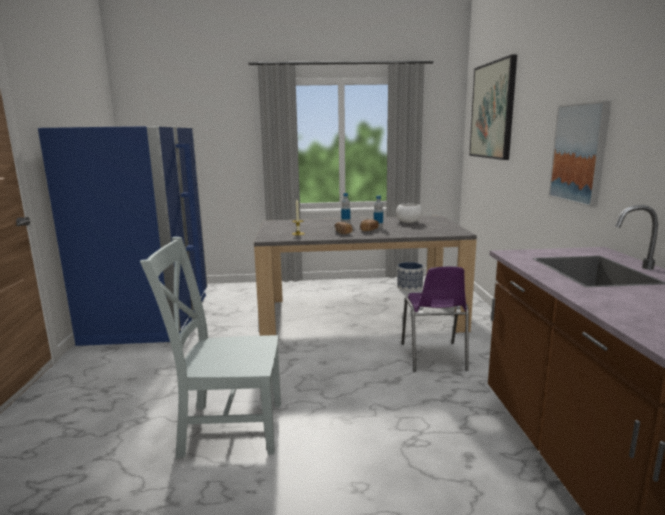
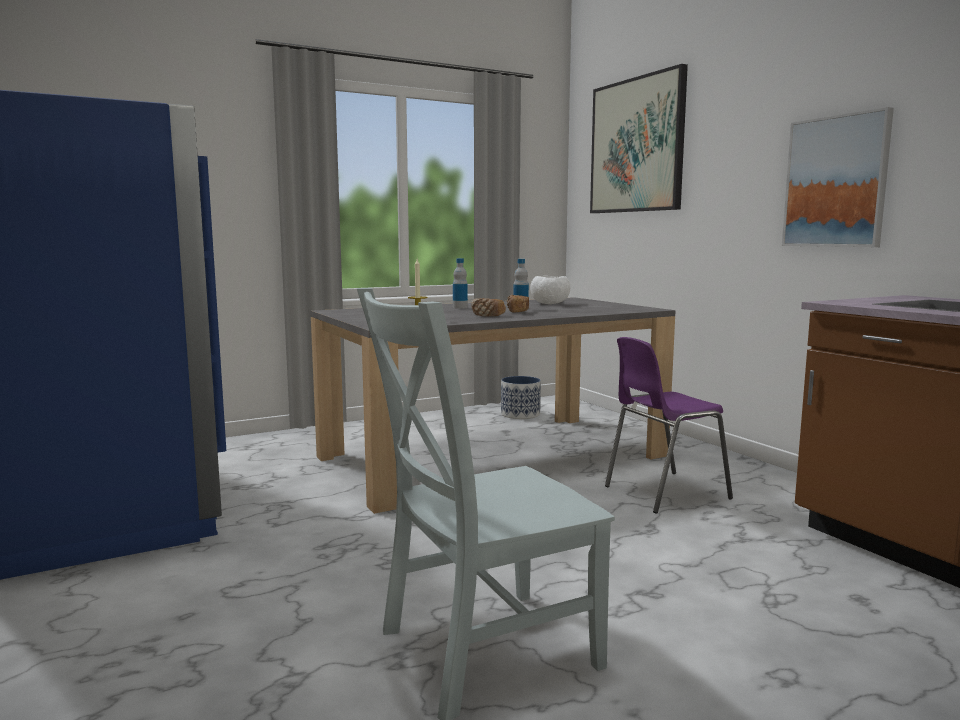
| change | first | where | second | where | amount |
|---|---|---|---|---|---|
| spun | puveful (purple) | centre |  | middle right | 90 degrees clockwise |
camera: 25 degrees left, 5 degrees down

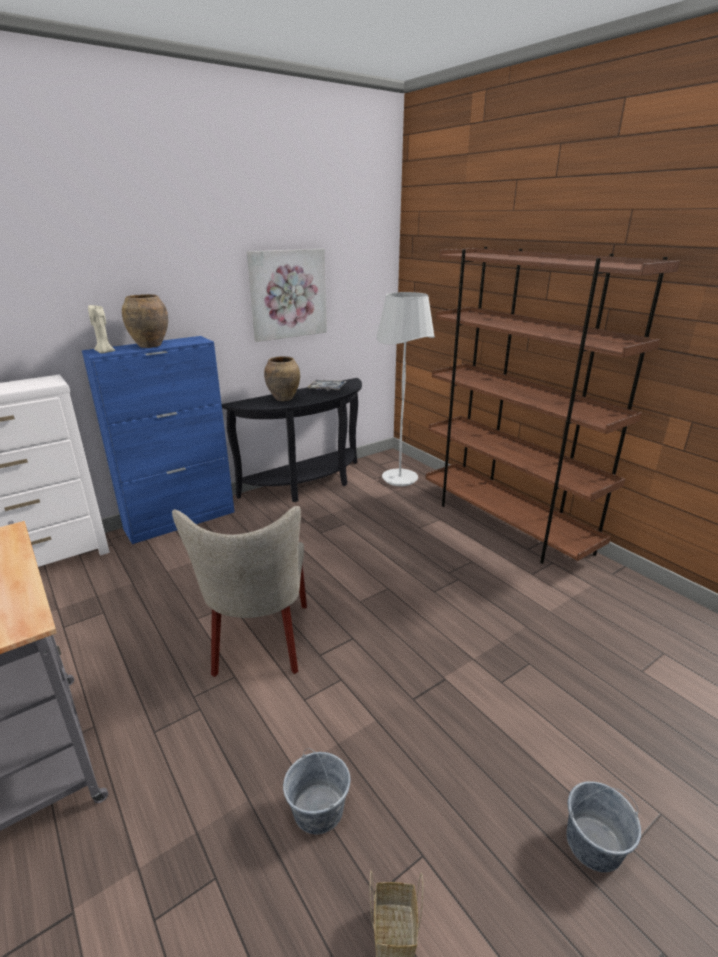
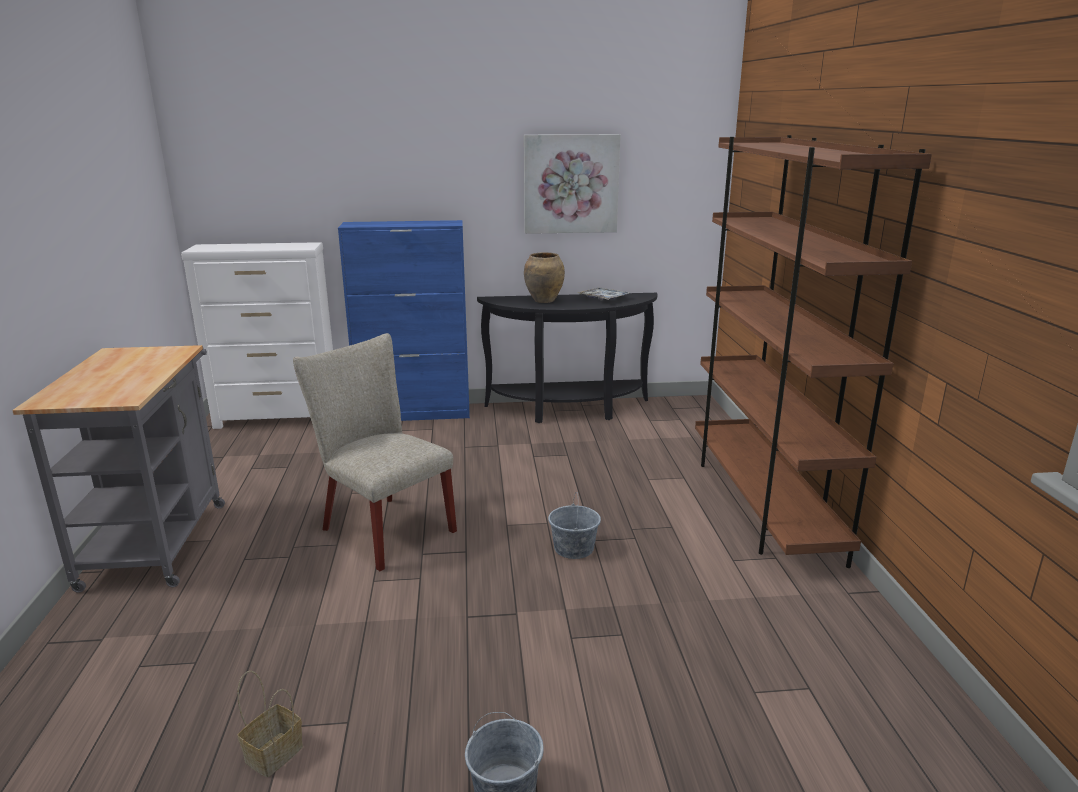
| change | first | where | second | where | amount |
|---|---|---|---|---|---|
| spun | puveful (beige) | middle left |  | centre | 105 degrees clockwise |
| relocated | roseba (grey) (no. 1 from left in the first image) | bottom centre | roseba (grey) (no. 2 from left) | centre |  |
| missing | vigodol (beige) | middle left |  |  |  |
| missing | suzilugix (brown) (no. 1 from left) | middle left |  |  |  |
| missing | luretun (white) | centre |  |  |  |
camera: 30 degrees right, 5 degrees down

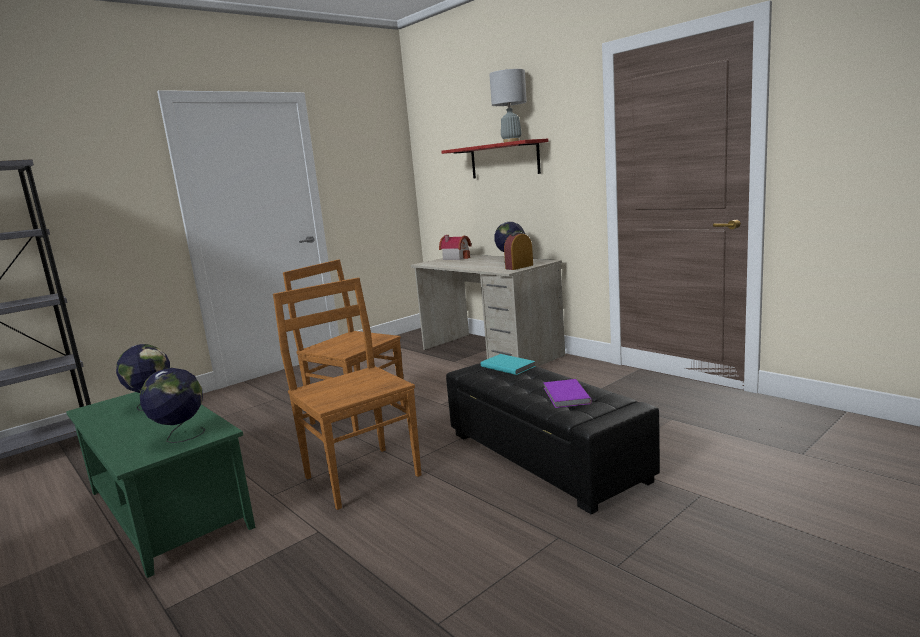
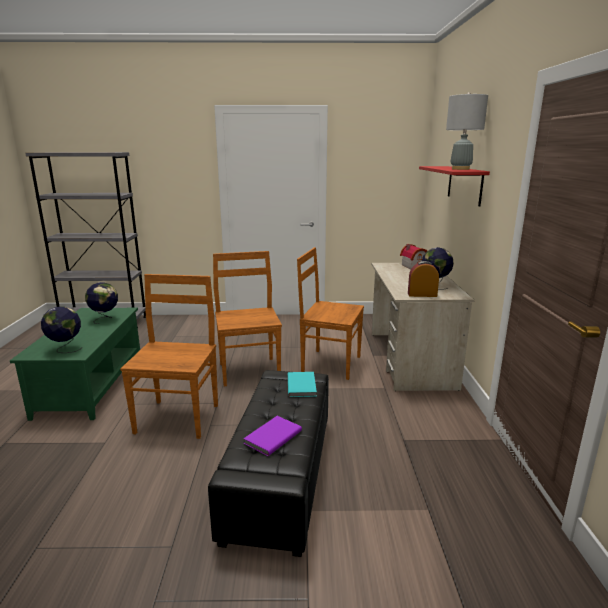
| change | first | where | second | where | amount |
|---|---|---|---|---|---|
| appeared |  |  | puveful (brown) (no. 3 from left) | centre |  |
camera: 40 degrees right, 5 degrees up

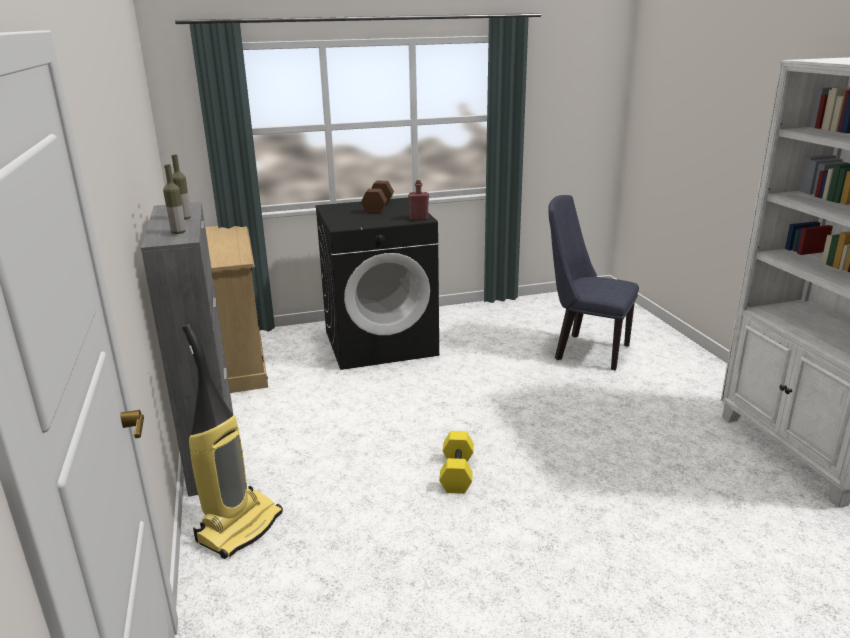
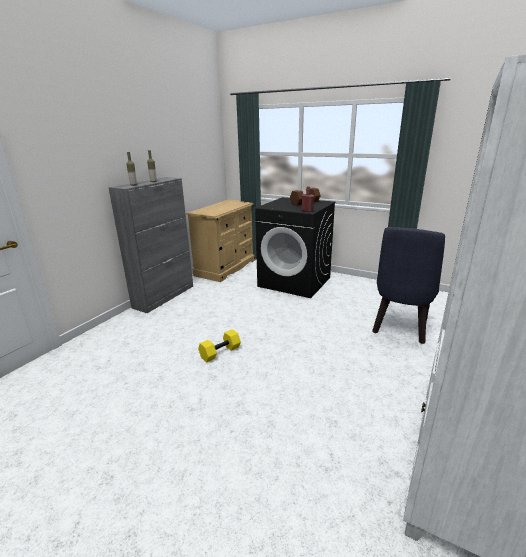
| change | first | where | second | where | amount |
|---|---|---|---|---|---|
| spun | puveful (blue) | middle right |  | middle right | 135 degrees counterclockwise |
| missing | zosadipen | bottom left |  |  |  |
camera: 45 degrees right, 0 degrees up

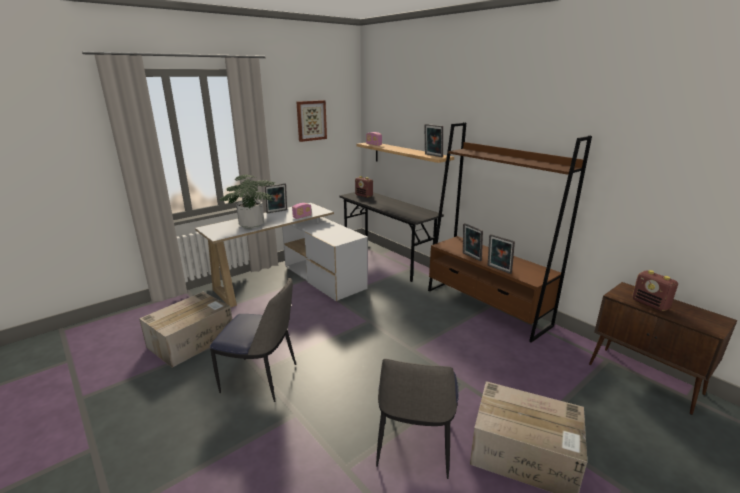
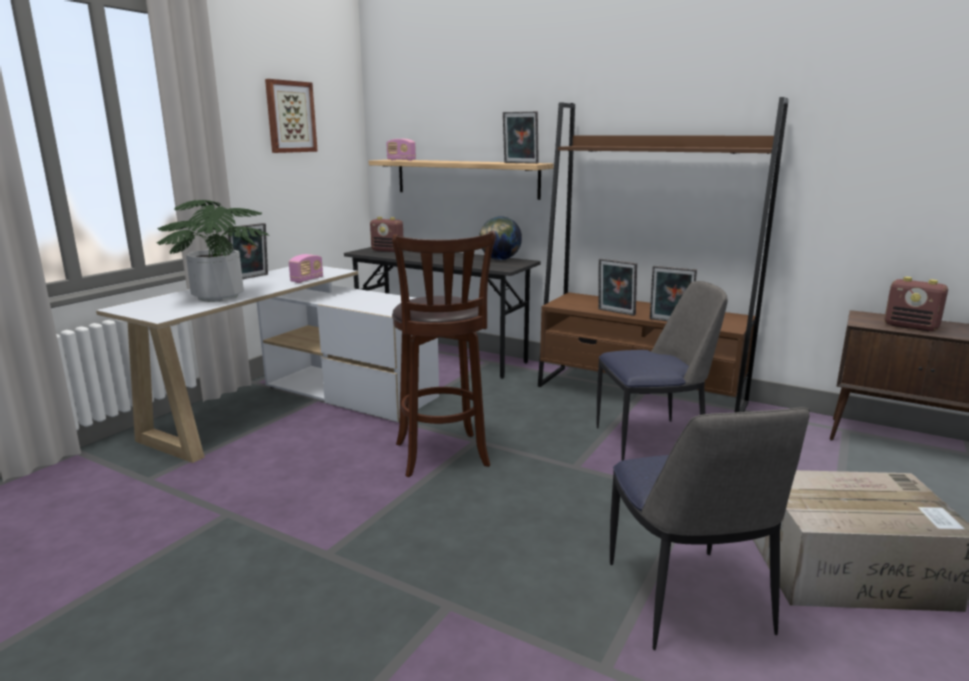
| change | first | where | second | where | amount |
|---|---|---|---|---|---|
| appeared |  |  | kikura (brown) | centre |  |
| appeared |  |  | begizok | centre |  |
| relocated | puveful (no. 1 from left) | bottom centre |  | middle right |  |
| missing | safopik (no. 1 from left) | bottom left |  |  |  |
camera: 20 degrees left, 5 degrees down

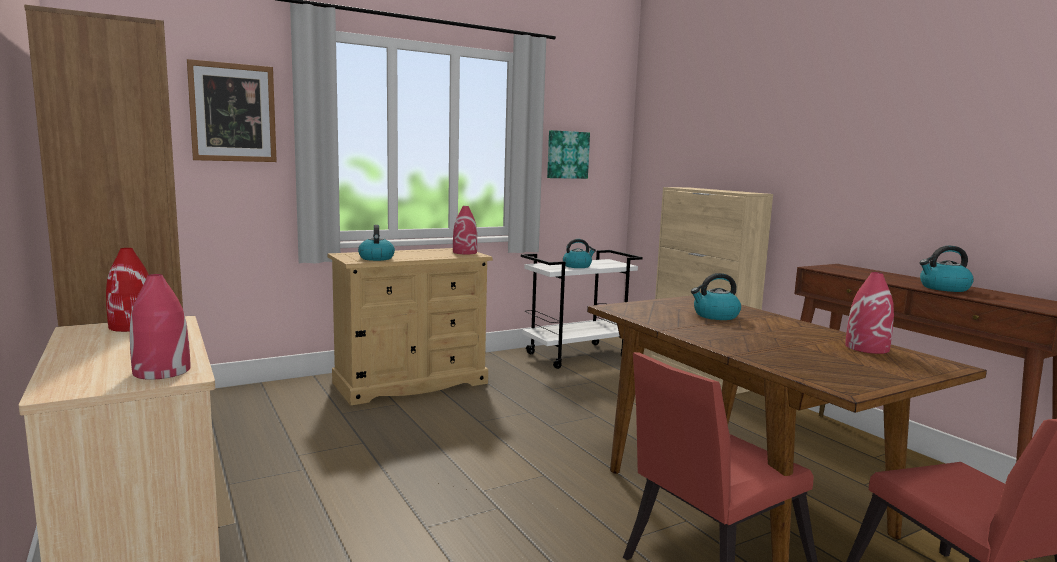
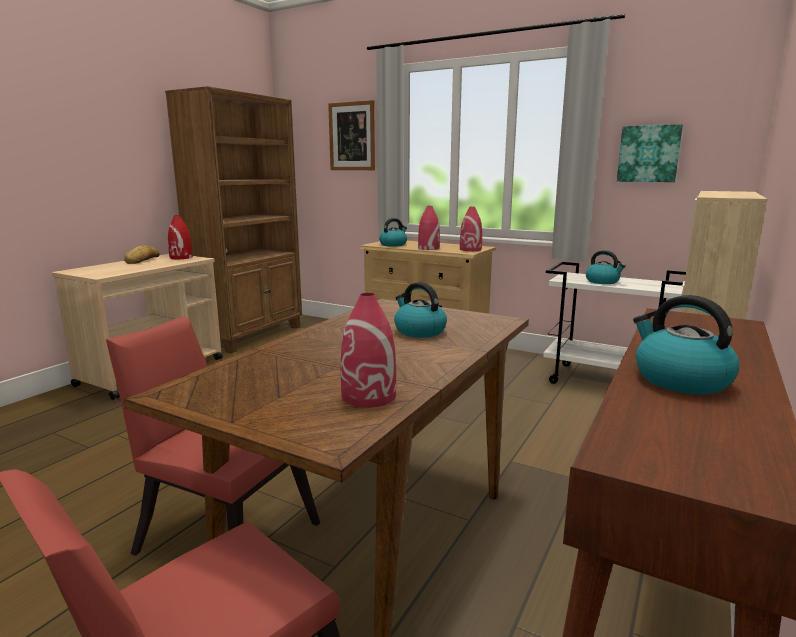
| change | first | where | second | where | amount |
|---|---|---|---|---|---|
| appeared |  |  | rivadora | middle left |  |
| relocated | suzilugix (red) (no. 2 from left in the first image) | middle left | suzilugix (red) (no. 3 from left) | centre |  |
camera: 60 degrees right, 5 degrees up

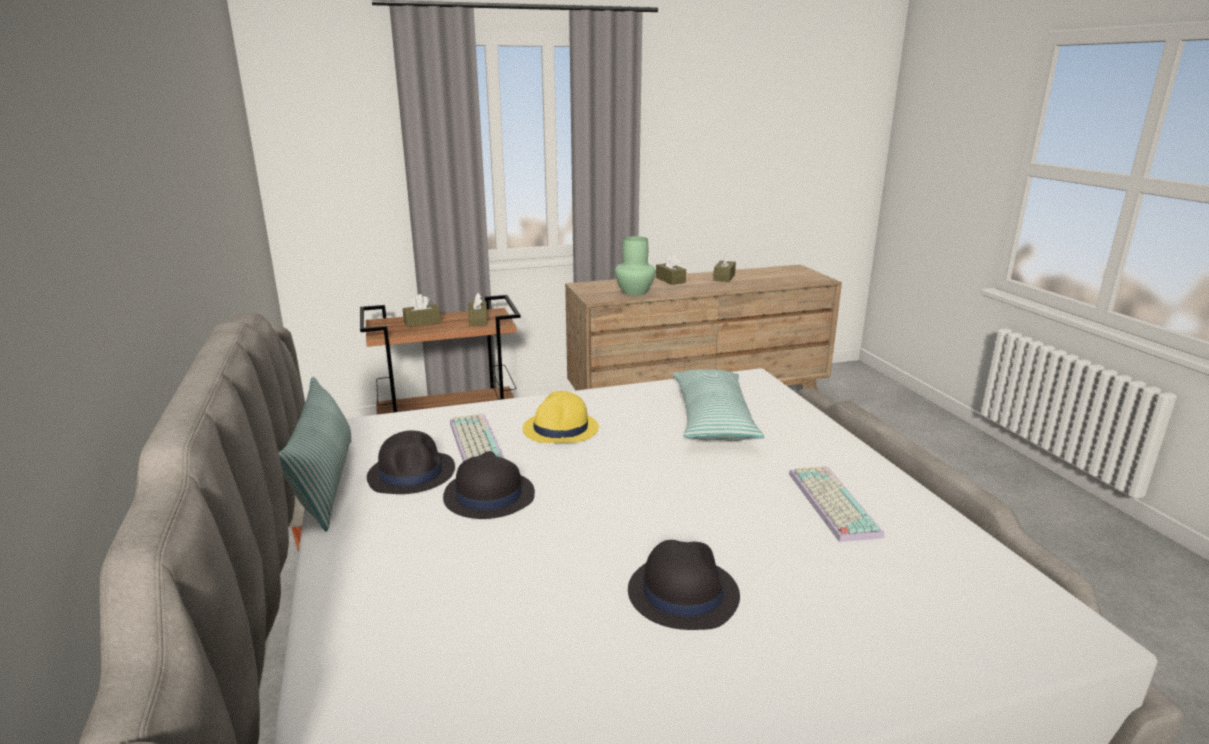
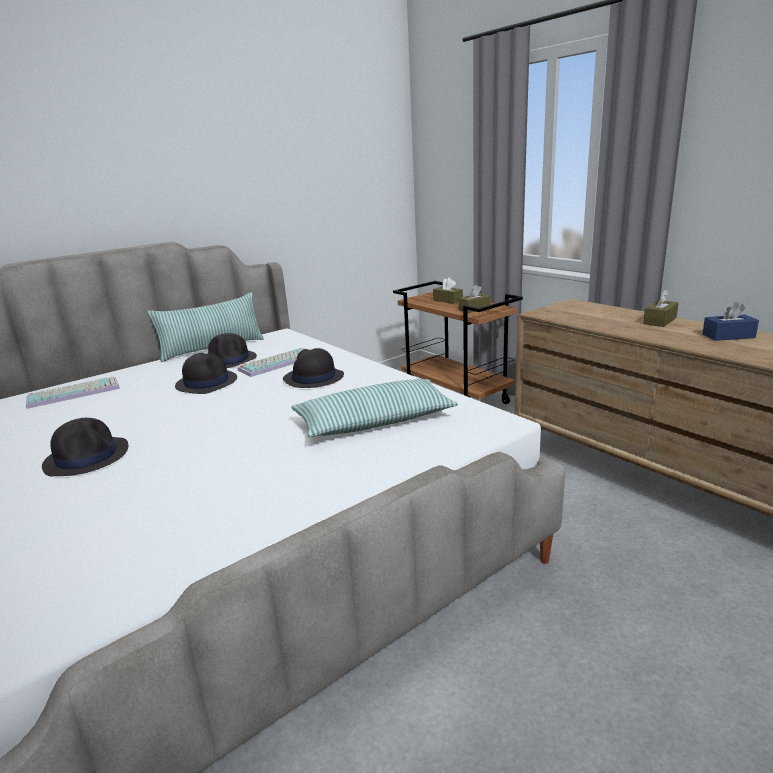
| change | first | where | second | where | amount |
|---|---|---|---|---|---|
| relocated | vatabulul (no. 2 from left in the first image) | bottom right | vatabulul (no. 1 from left) | middle left |  |
| colour | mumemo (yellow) | centre | mumemo (black) (no. 4 from left) | centre |  |
| colour | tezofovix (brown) (no. 4 from left) | centre | tezofovix (blue) | middle right |  |
| missing | suzilugix (green) | centre |  |  |  |
camera: 70 degrees right, 0 degrees up

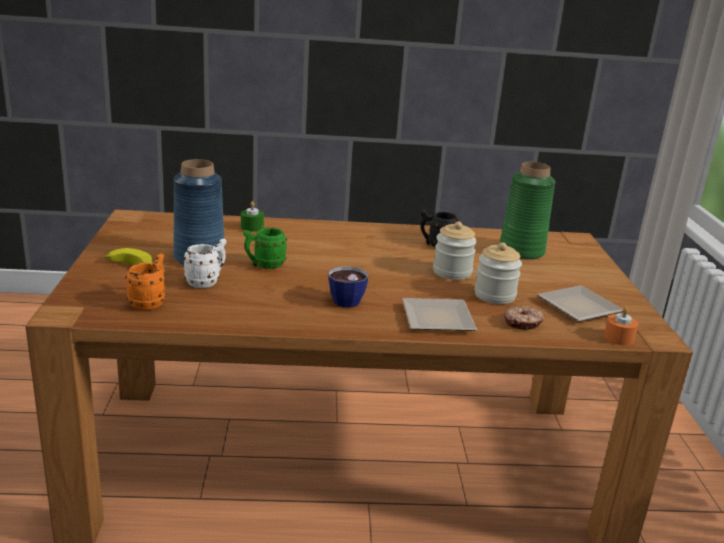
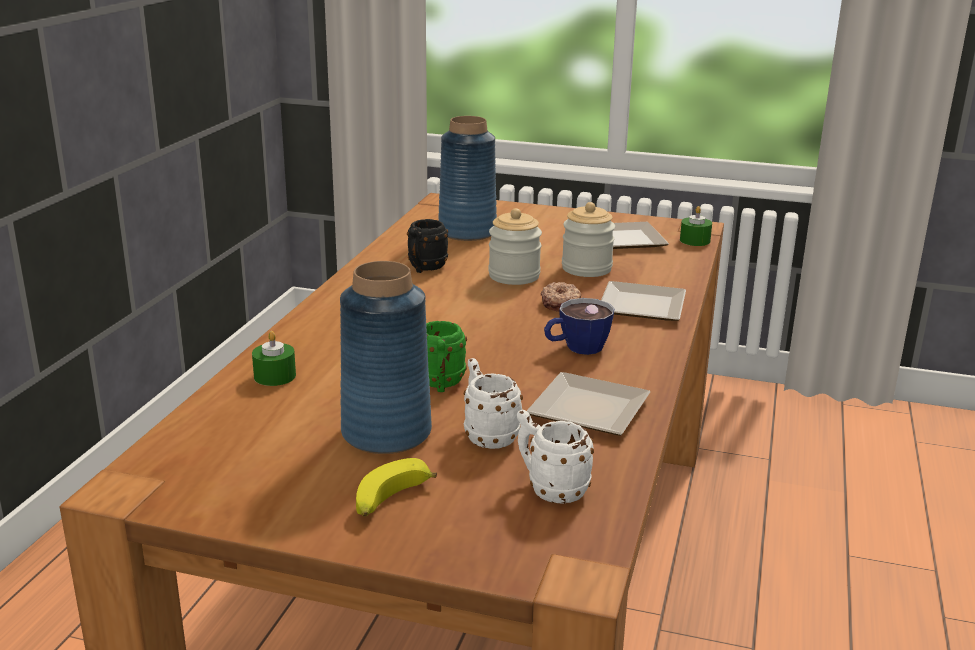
| change | first | where | second | where | amount |
|---|---|---|---|---|---|
| colour | suzilugix (green) | middle right | suzilugix (blue) (no. 2 from left) | top centre |  |
| colour | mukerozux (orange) | middle left | mukerozux (white) (no. 2 from left) | bottom centre |  |
| appeared |  |  | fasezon (no. 1 from left) | centre |  |
| relocated | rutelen | middle right |  | centre |  |
| colour | vigodol (orange) | middle right | vigodol (green) (no. 2 from left) | middle right |  |
camera: 70 degrees left, 0 degrees up

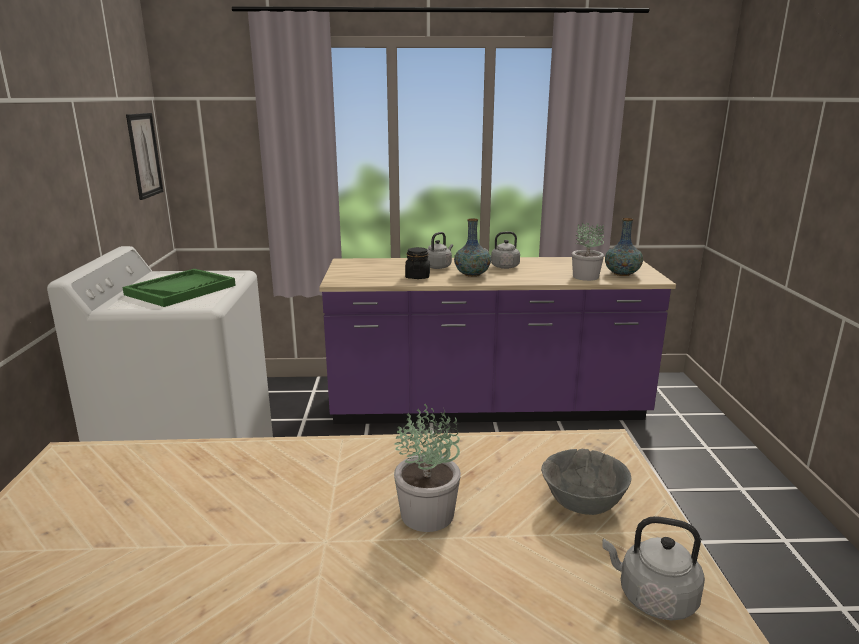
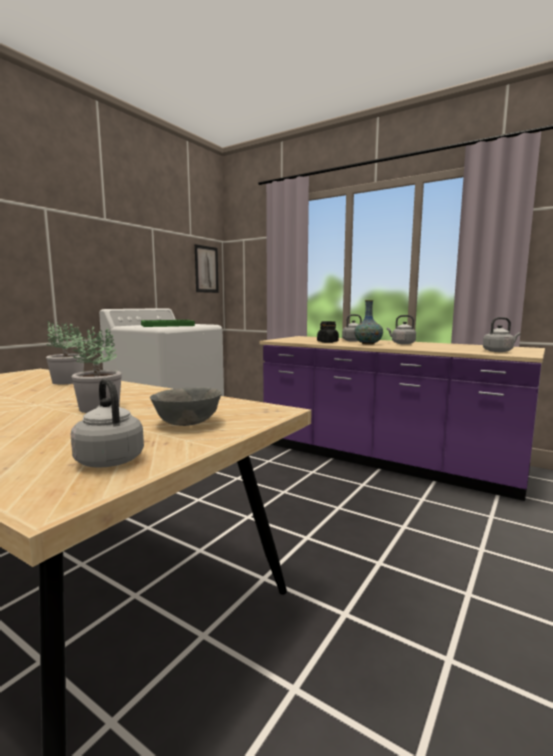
| change | first | where | second | where | amount |
|---|---|---|---|---|---|
| relocated | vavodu (no. 2 from left in the first image) | middle right | vavodu (no. 1 from left) | middle left |  |
| exchanged | suzilugix (no. 2 from left) | middle right | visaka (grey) (no. 4 from left) | middle right |  |
camera: 35 degrees right, 10 degrees down

